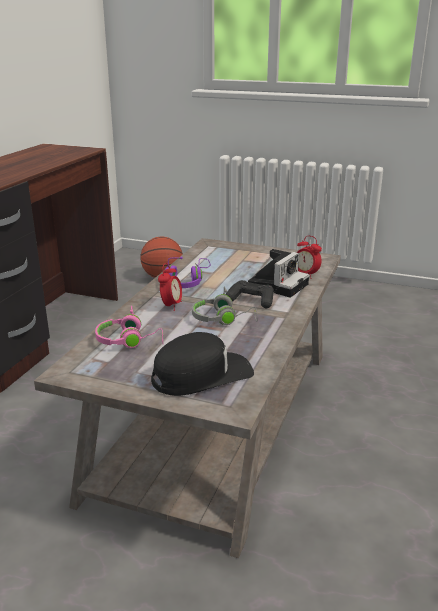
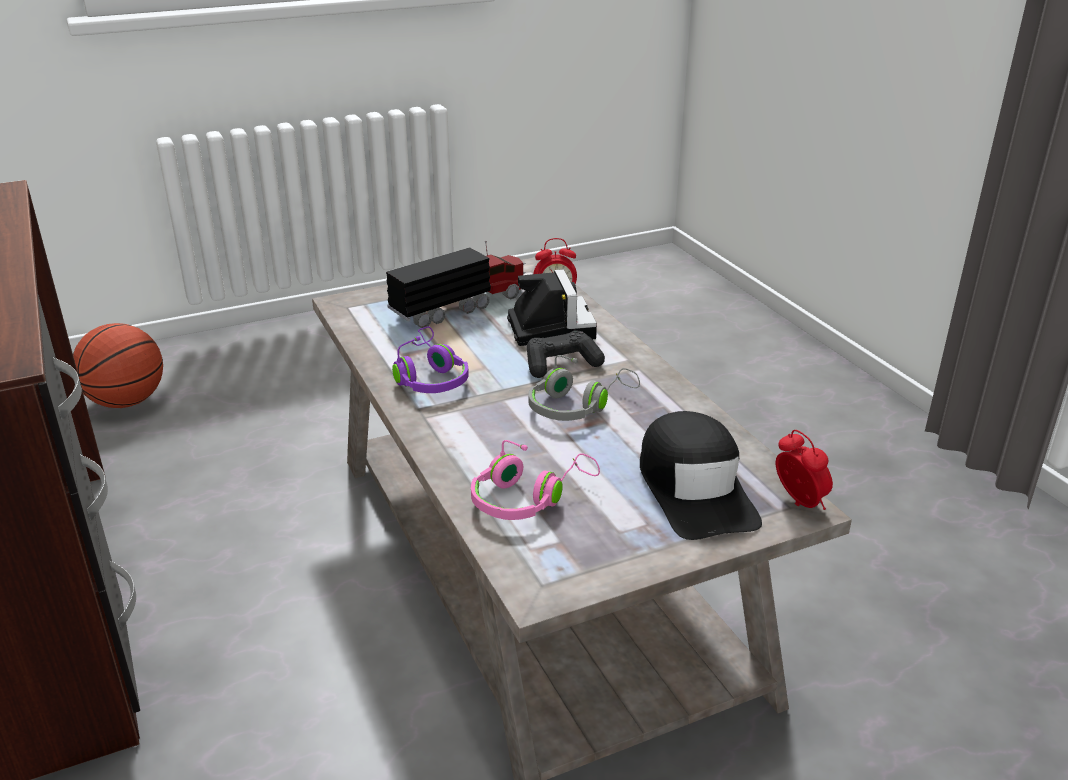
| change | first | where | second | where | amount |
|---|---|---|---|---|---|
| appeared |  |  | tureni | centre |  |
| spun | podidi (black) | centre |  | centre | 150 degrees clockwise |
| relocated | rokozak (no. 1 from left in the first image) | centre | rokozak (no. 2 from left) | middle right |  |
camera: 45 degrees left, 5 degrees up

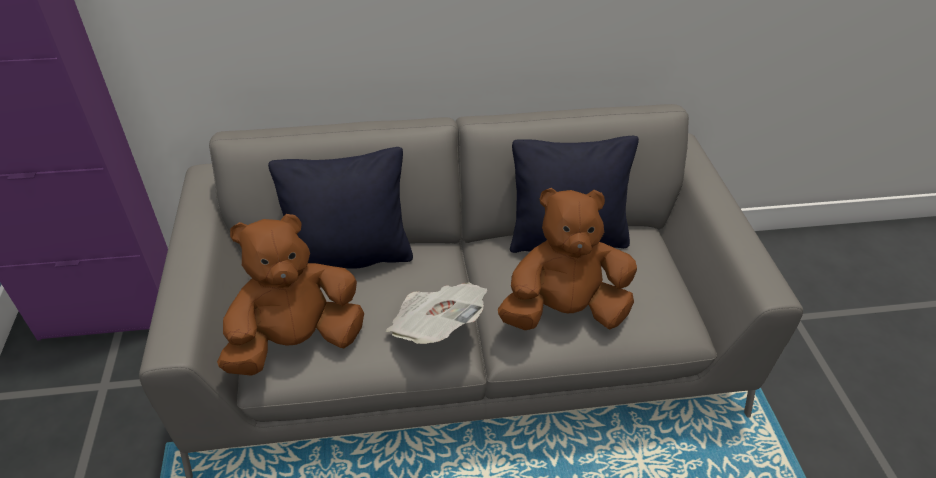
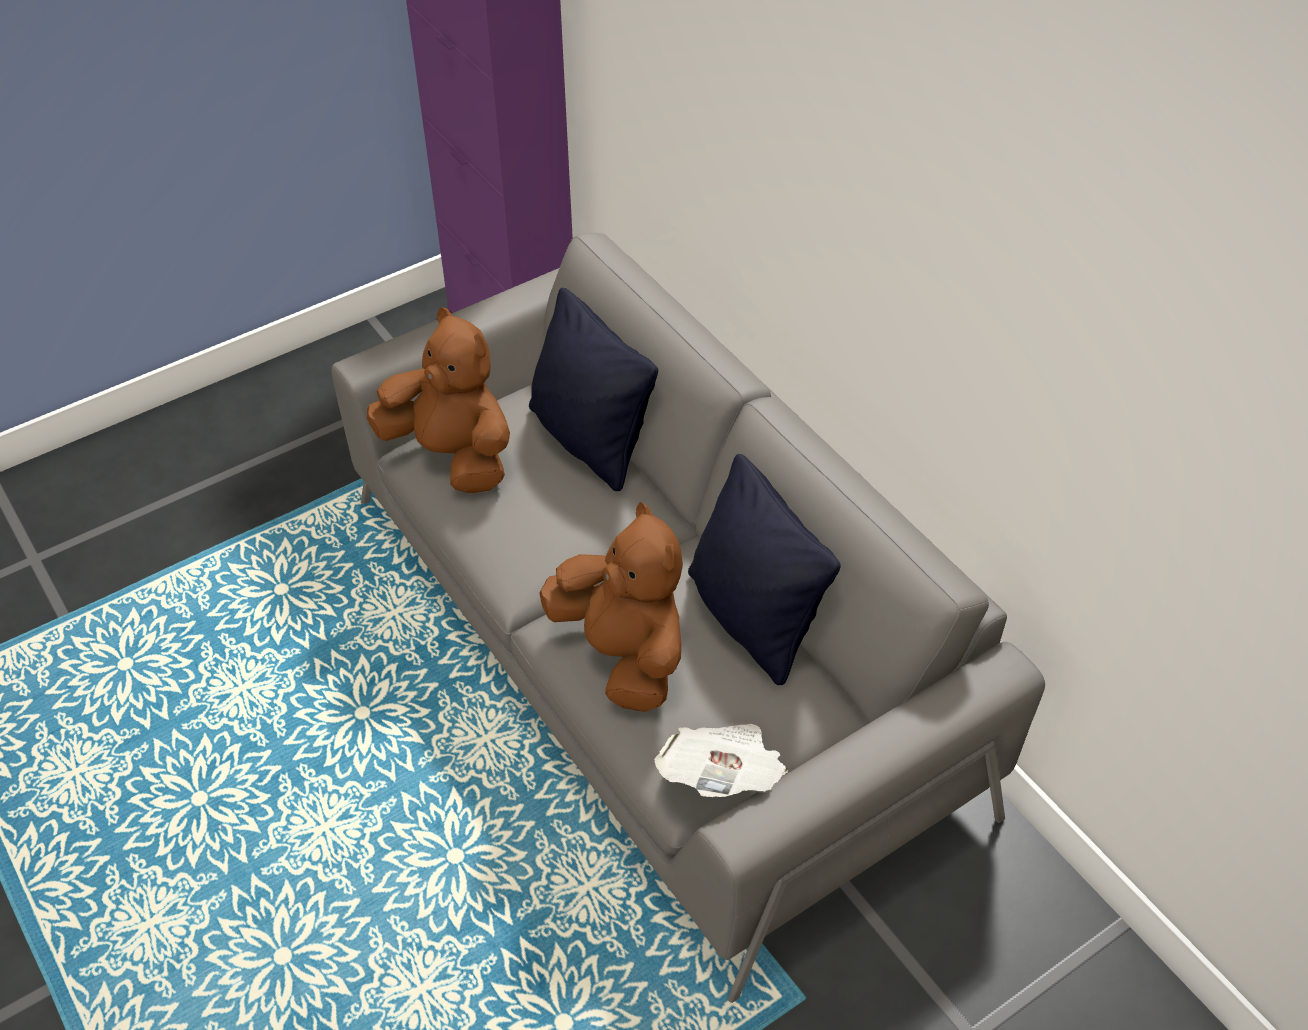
| change | first | where | second | where | amount |
|---|---|---|---|---|---|
| relocated | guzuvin | centre |  | bottom centre |  |
camera: 65 degrees right, 5 degrees up

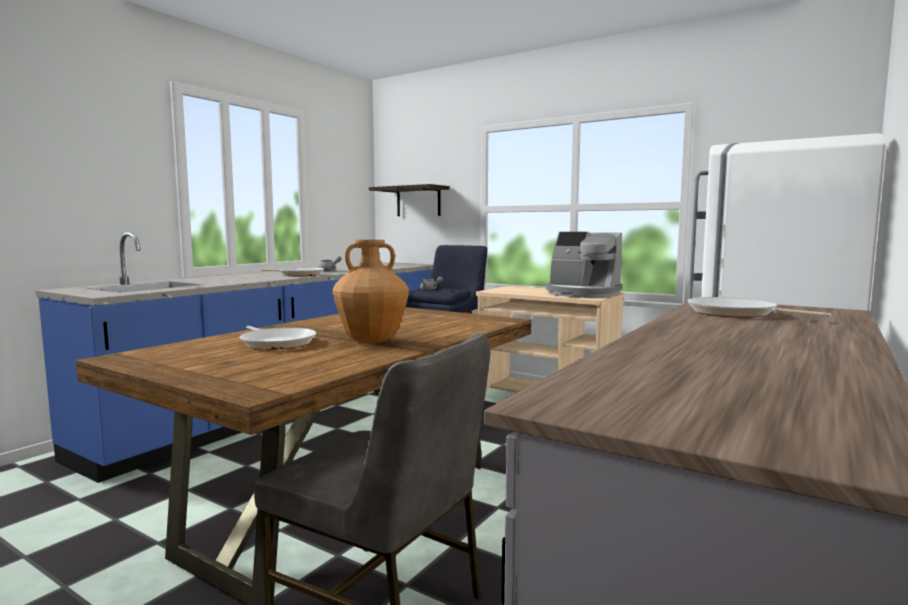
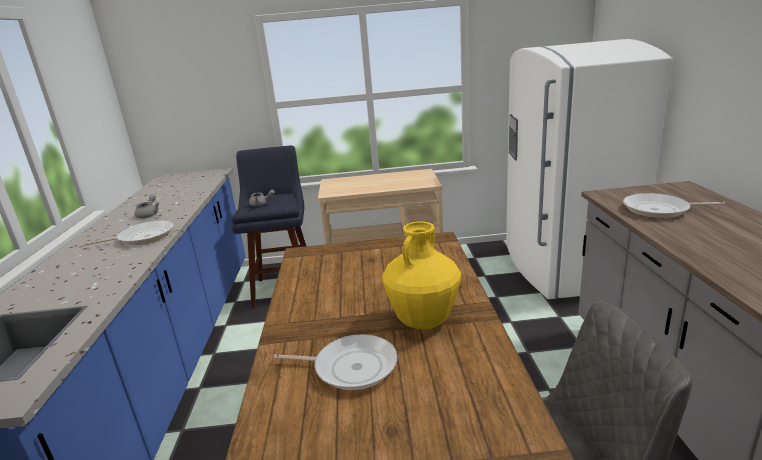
| change | first | where | second | where | amount |
|---|---|---|---|---|---|
| colour | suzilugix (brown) | centre | suzilugix (yellow) | centre |  |
| missing | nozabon | top centre |  |  |  |
| missing | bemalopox | centre |  |  |  |
camera: 35 degrees left, 15 degrees up

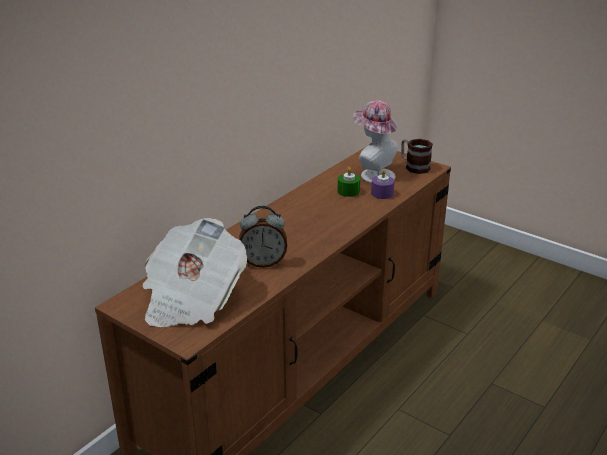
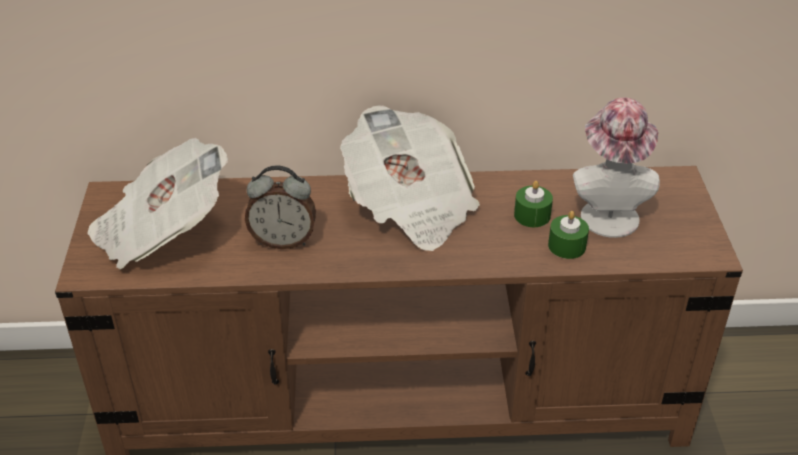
| change | first | where | second | where | amount |
|---|---|---|---|---|---|
| spun | rokozak | centre |  | centre | 45 degrees counterclockwise |
| appeared |  |  | guzuvin (no. 2 from left) | centre |  |
| colour | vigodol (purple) | centre | vigodol (green) (no. 2 from left) | middle right |  |
| missing | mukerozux | middle right |  |  |  |
camera: 50 degrees right, 10 degrees up

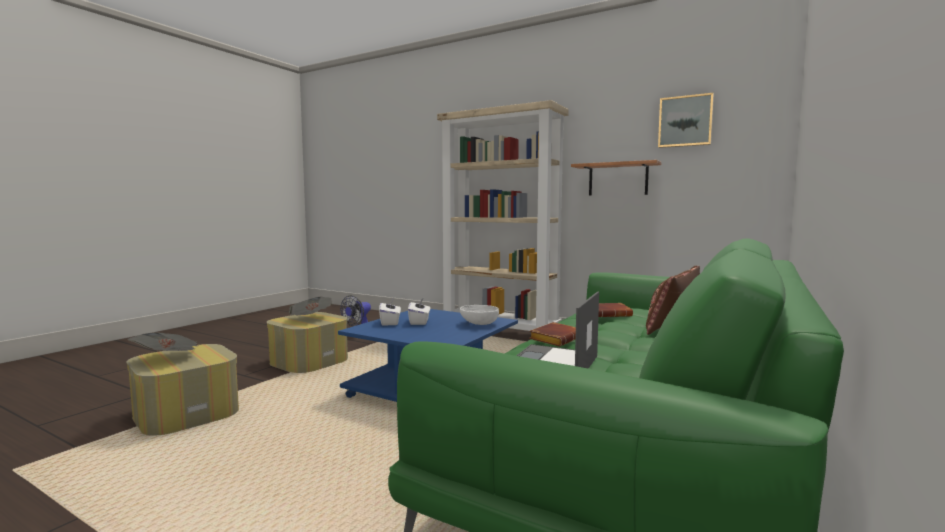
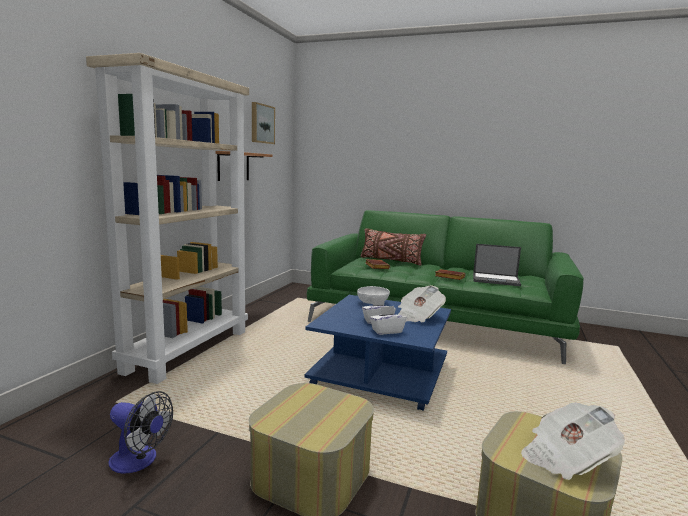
| change | first | where | second | where | amount |
|---|---|---|---|---|---|
| relocated | guzuvin (no. 2 from left in the first image) | middle left | guzuvin (no. 1 from left) | centre |  |
camera: 100 degrees left, 5 degrees up

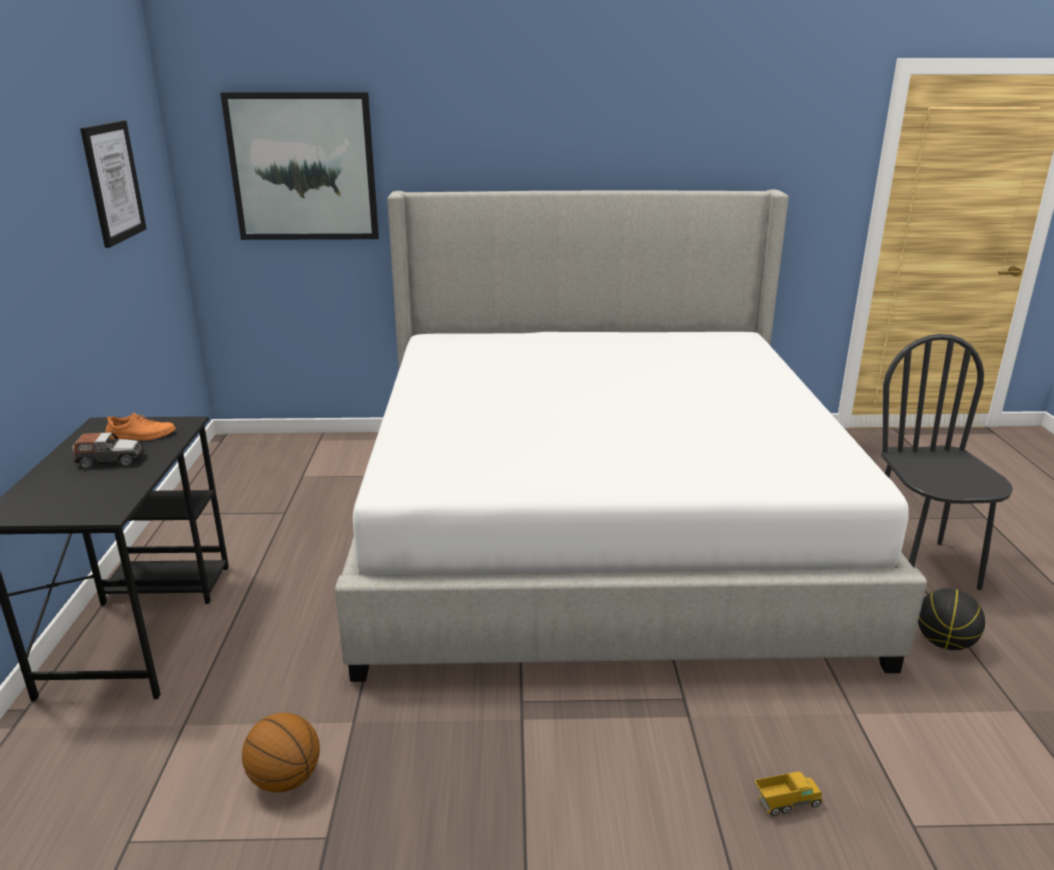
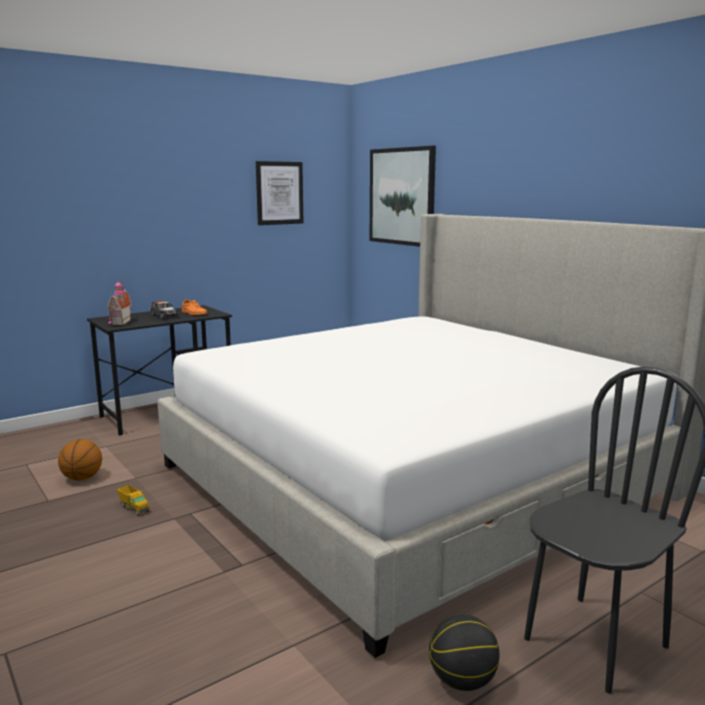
| change | first | where | second | where | amount |
|---|---|---|---|---|---|
| appeared |  |  | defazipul | middle left |  |
| relocated | tureni | bottom right |  | bottom left |  |
camera: 55 degrees right, 10 degrees down

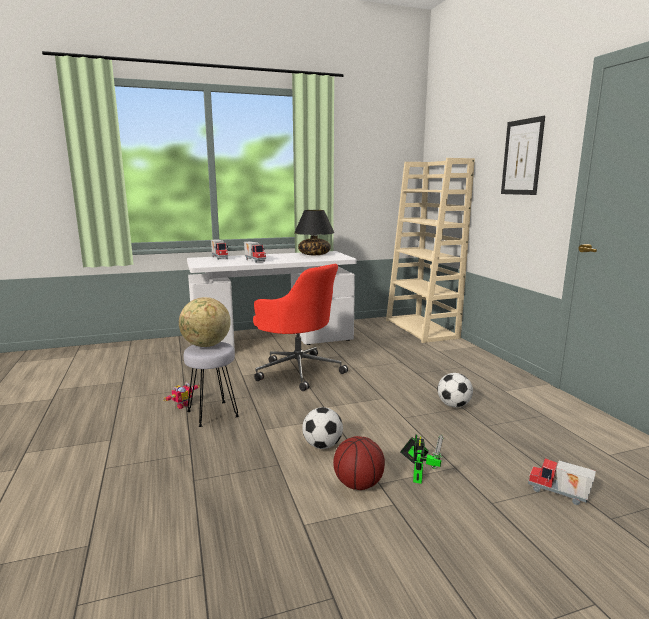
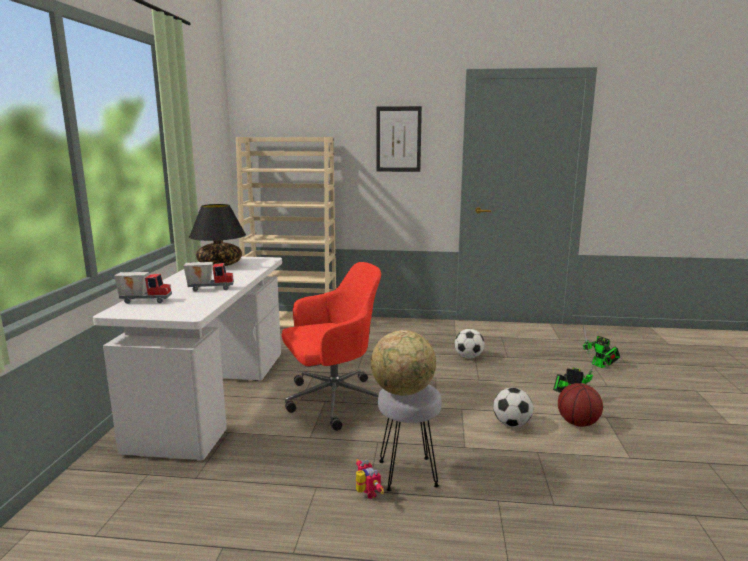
| change | first | where | second | where | amount |
|---|---|---|---|---|---|
| exchanged | tureni (no. 3 from left) | bottom right | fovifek (no. 3 from left) | middle right |  |
camera: 65 degrees left, 0 degrees up

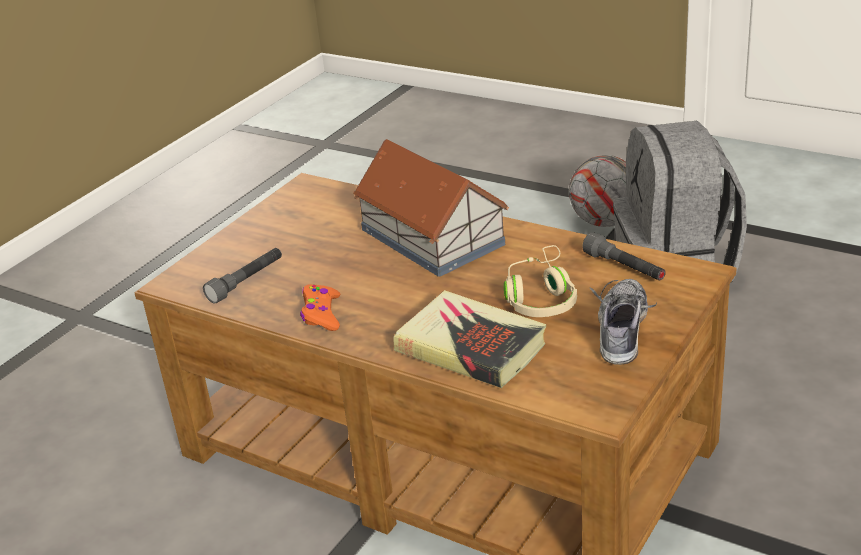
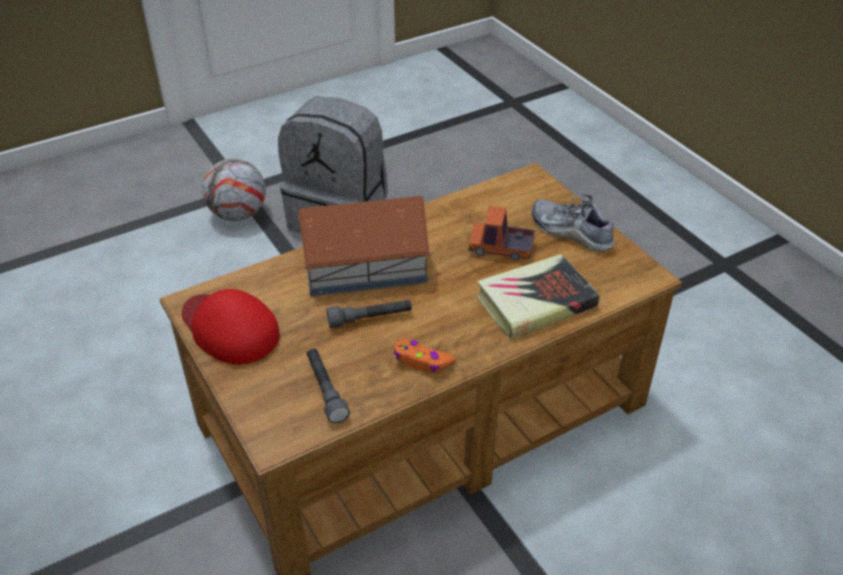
| change | first | where | second | where | amount |
|---|---|---|---|---|---|
| appeared |  |  | podidi (red) | middle left |  |
| relocated | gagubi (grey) (no. 2 from left) | middle right |  | centre |  |
| exchanged | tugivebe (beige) | centre | tureni | centre |  |
camera: 65 degrees left, 10 degrees up

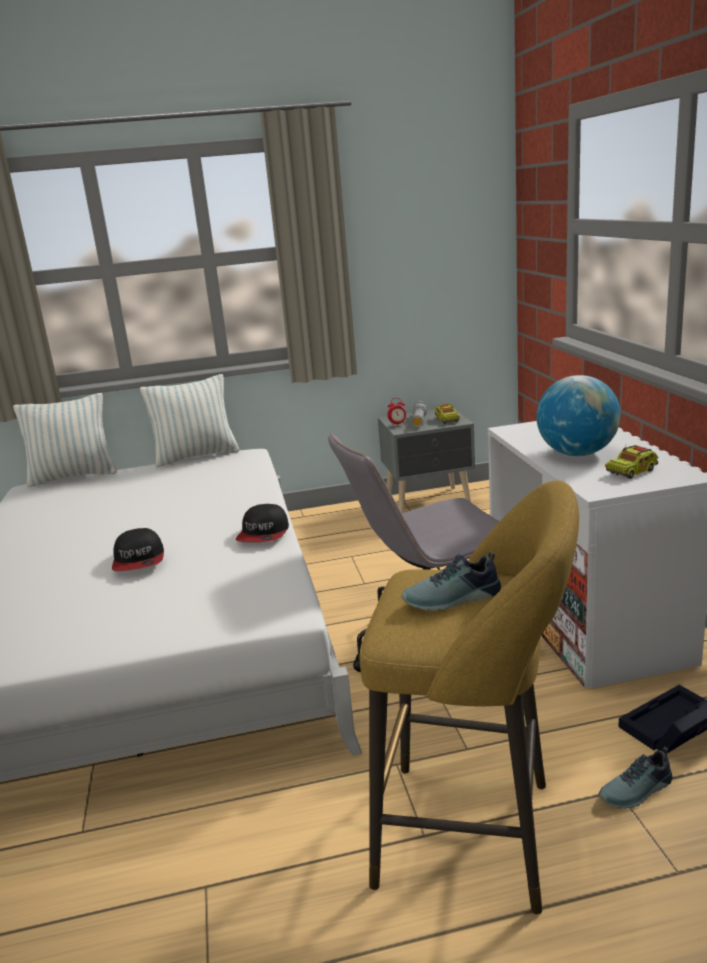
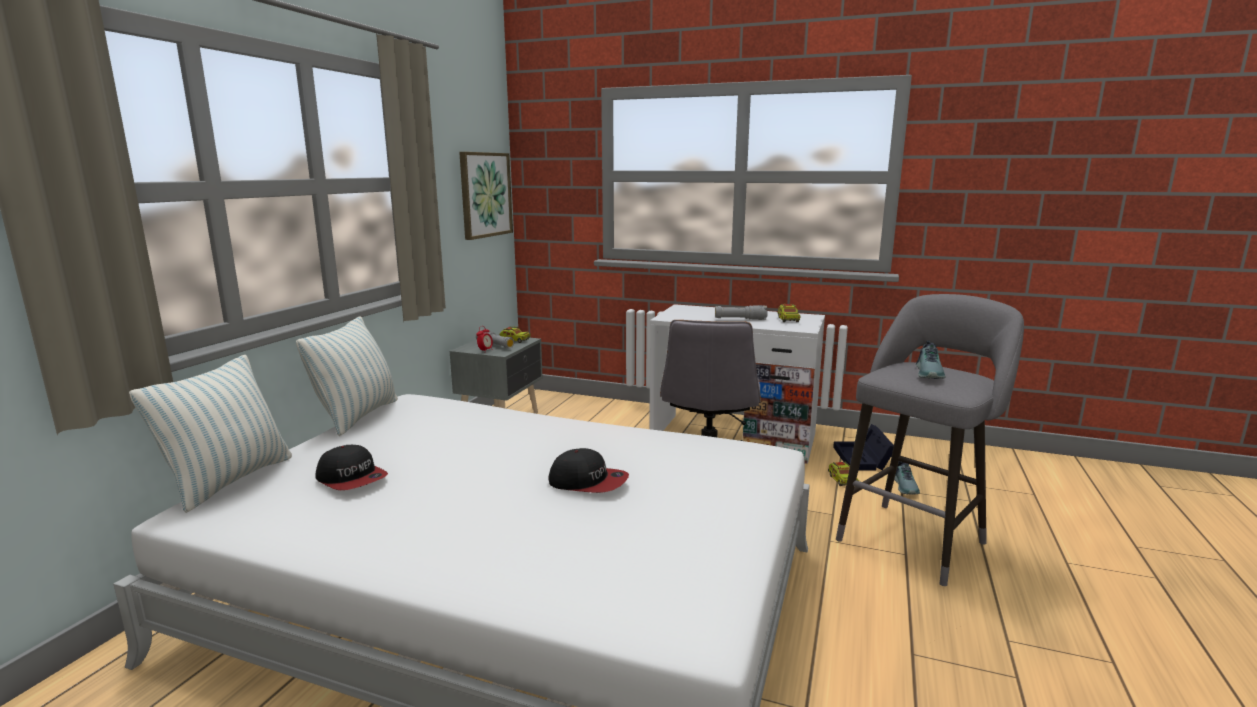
| change | first | where | second | where | amount |
|---|---|---|---|---|---|
| relocated | podidi (no. 2 from left in the first image) | centre | podidi (no. 1 from left) | middle left |  |
| appeared |  |  | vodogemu | top centre |  |
| exchanged | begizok | middle right | gagubi (grey) (no. 2 from left) | centre |  |
| appeared |  |  | tureni (no. 3 from left) | bottom right |  |
| colour | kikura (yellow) | bottom centre | kikura (grey) | middle right |  |
camera: 60 degrees left, 5 degrees down

